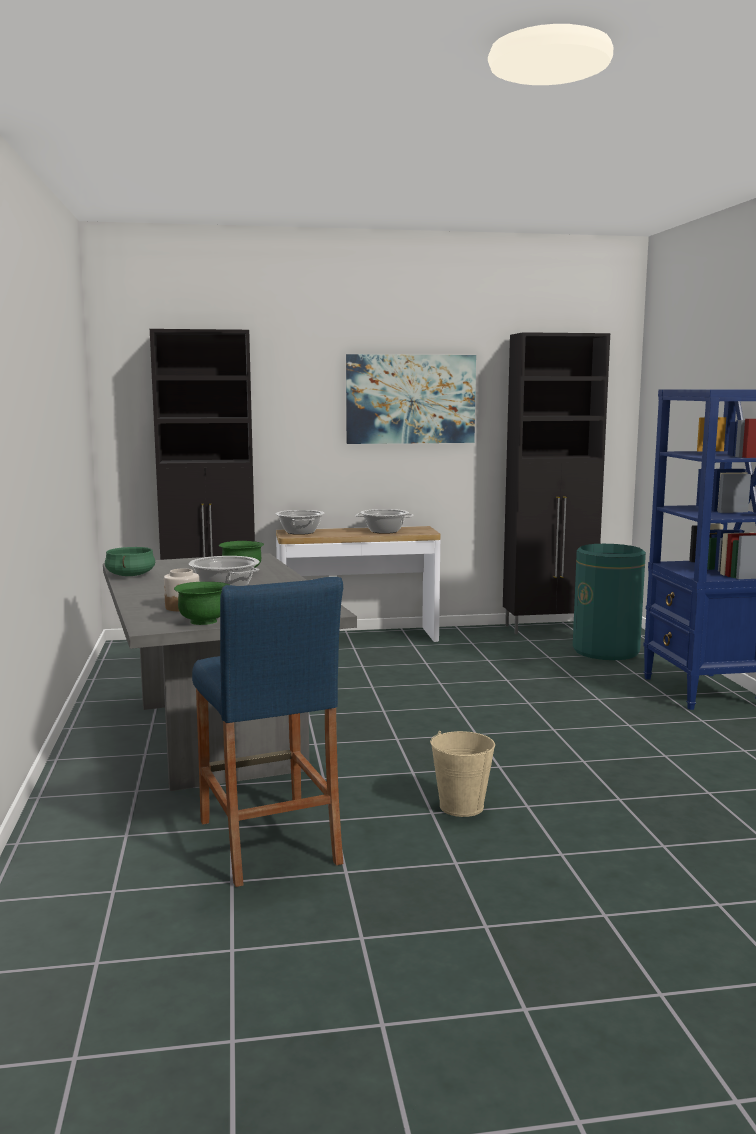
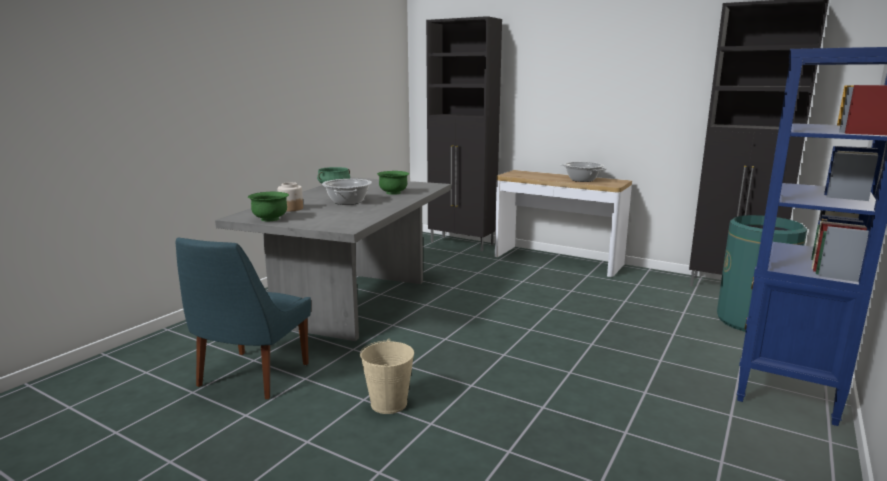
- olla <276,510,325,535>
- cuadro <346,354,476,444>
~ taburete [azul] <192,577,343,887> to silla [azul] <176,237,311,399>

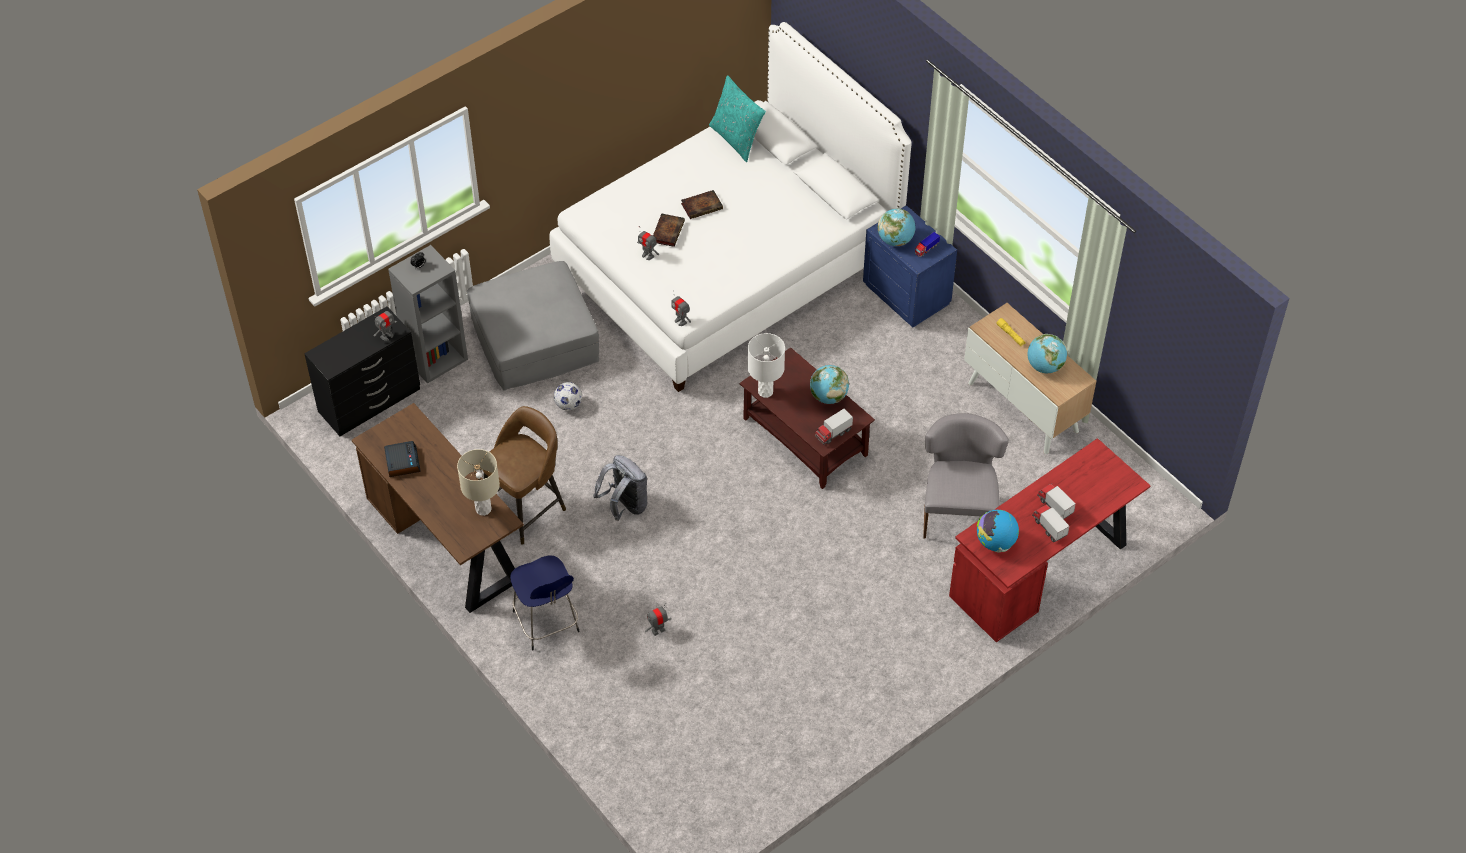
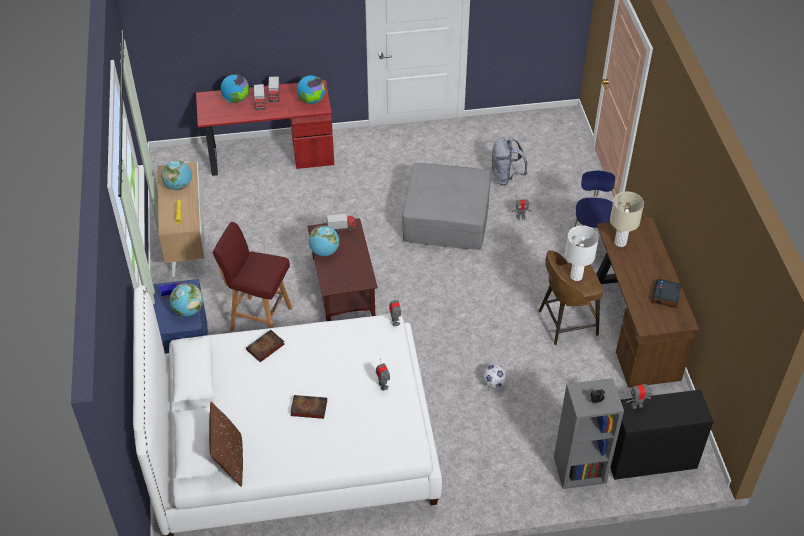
- silla [gris] <923,413,1009,539>
+ taburete [rojo] <213,222,292,331>
+ globo terráqueo <221,75,249,103>
~ puf [gris] <467,261,599,391> to <402,163,491,250>
~ mochila [gris] <593,455,647,521> to <491,137,527,185>
~ libro <653,214,685,247> to <246,330,285,362>
~ lámpara de mesa [blanco] <748,333,785,398> to <565,226,599,281>
~ cojín [turquesa] <709,75,766,162> to cojín [marrón] <209,402,243,487>

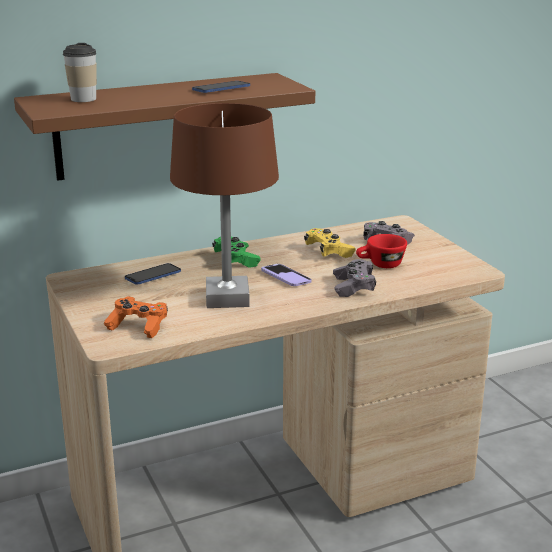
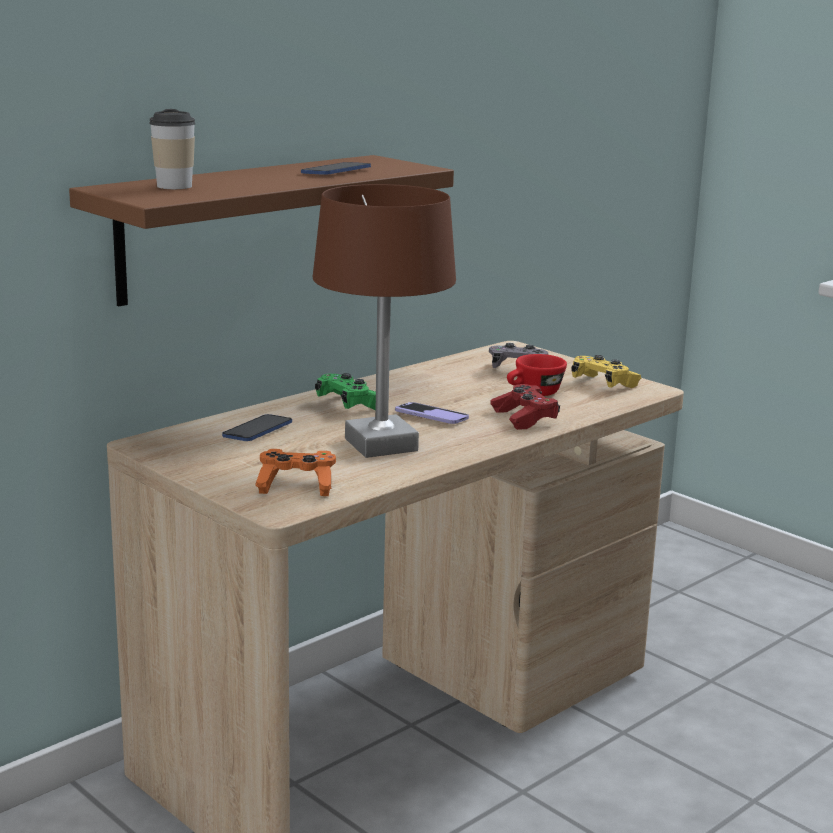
~ mando de consola [amarillo] <304,228,356,258> to <571,355,642,388>
~ mando de consola [gris] <333,259,376,297> to mando de consola [rojo] <490,384,560,430>

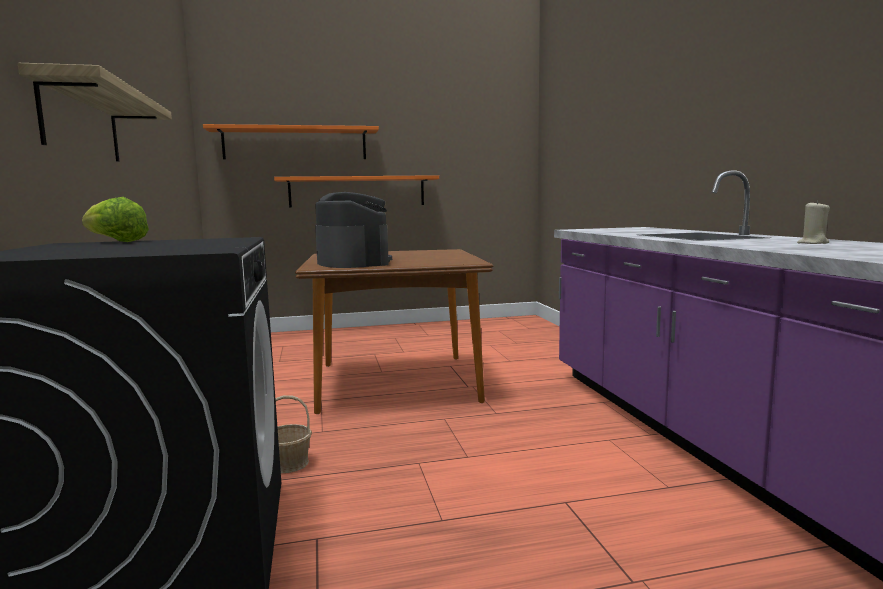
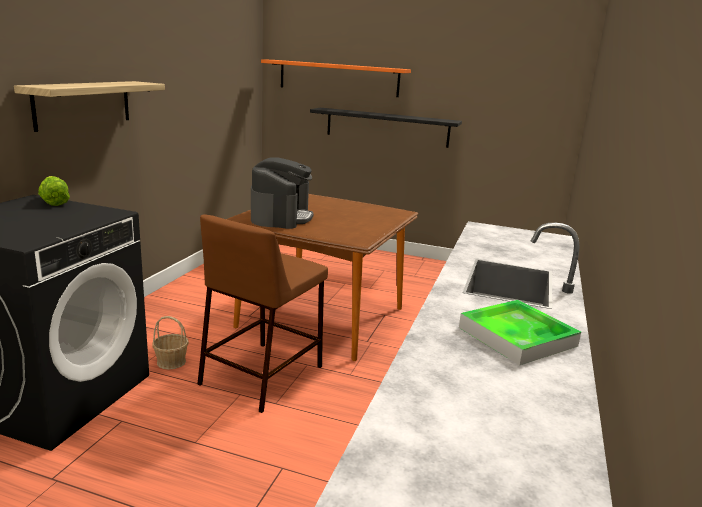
+ taburete [marrón] <197,215,328,413>
~ vela [beis] <797,200,830,244> to bandeja <459,300,581,366>
~ estante [naranja] <274,175,439,208> to estante [negro] <310,108,462,148>

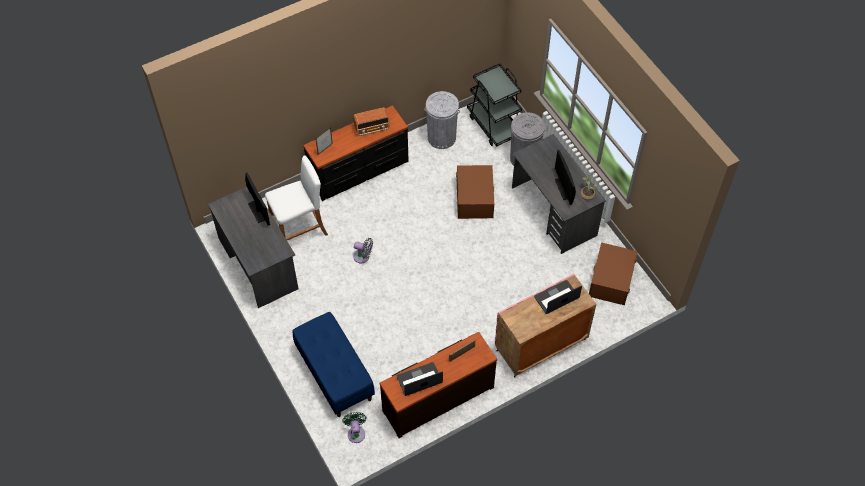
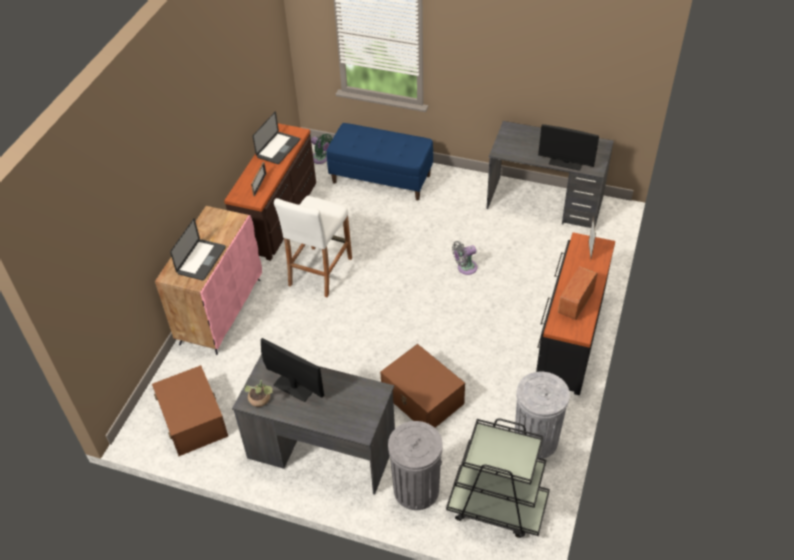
~ taburete [blanco] <265,155,328,240> to <274,196,352,297>

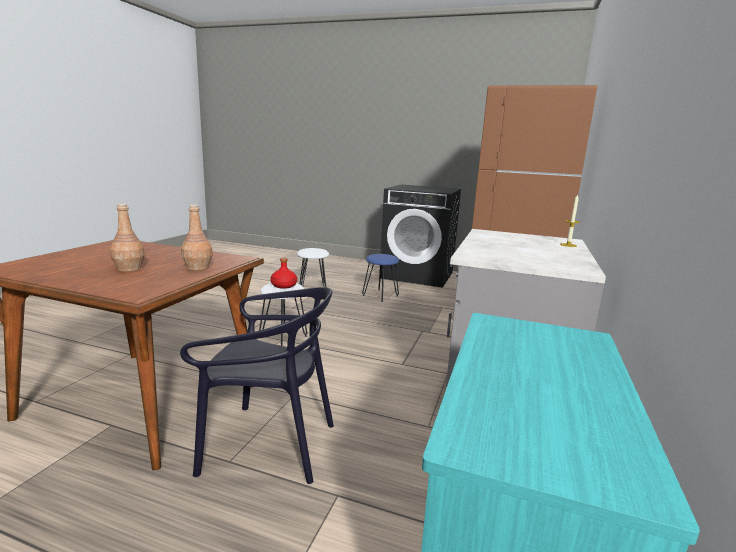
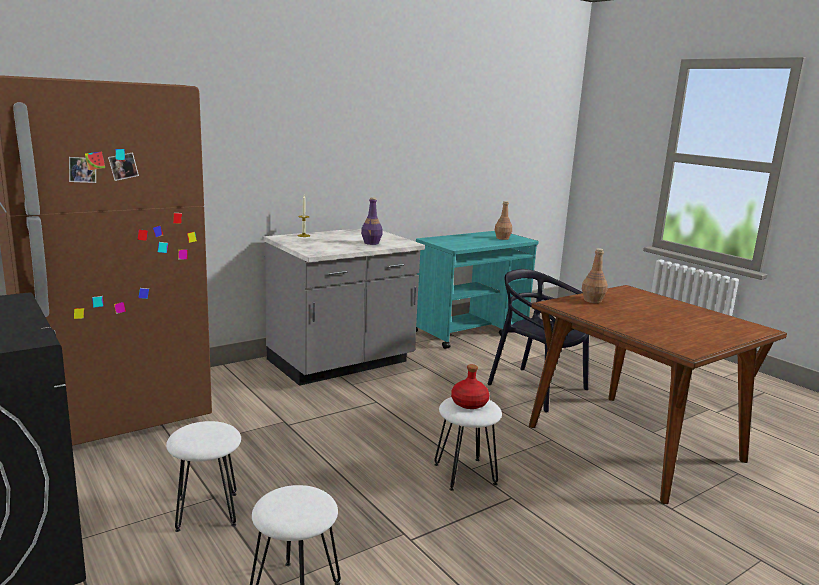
+ botella [morado] <361,197,383,245>
~ botella [marrón] <110,203,145,272> to <495,201,512,240>
~ taburete [azul] <362,254,399,302> to taburete [blanco] <166,421,241,532>

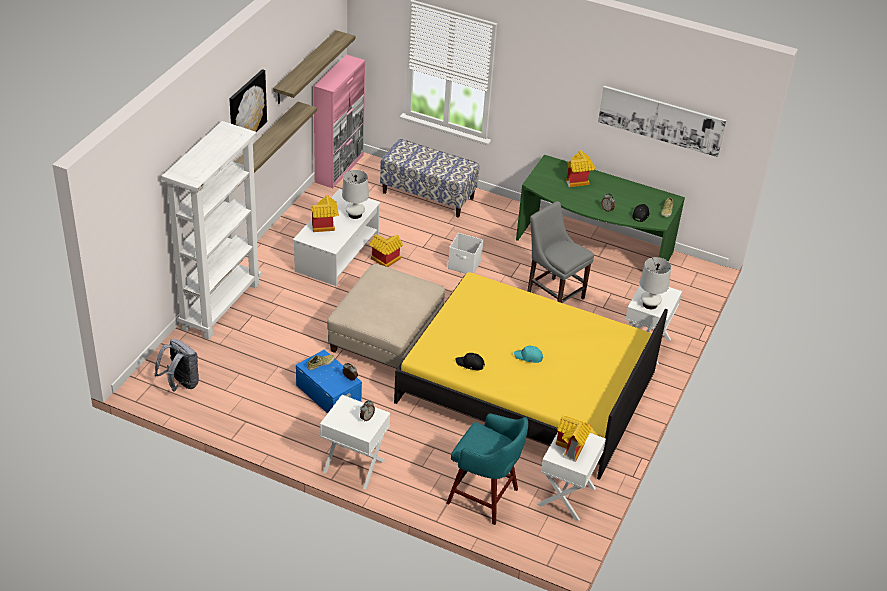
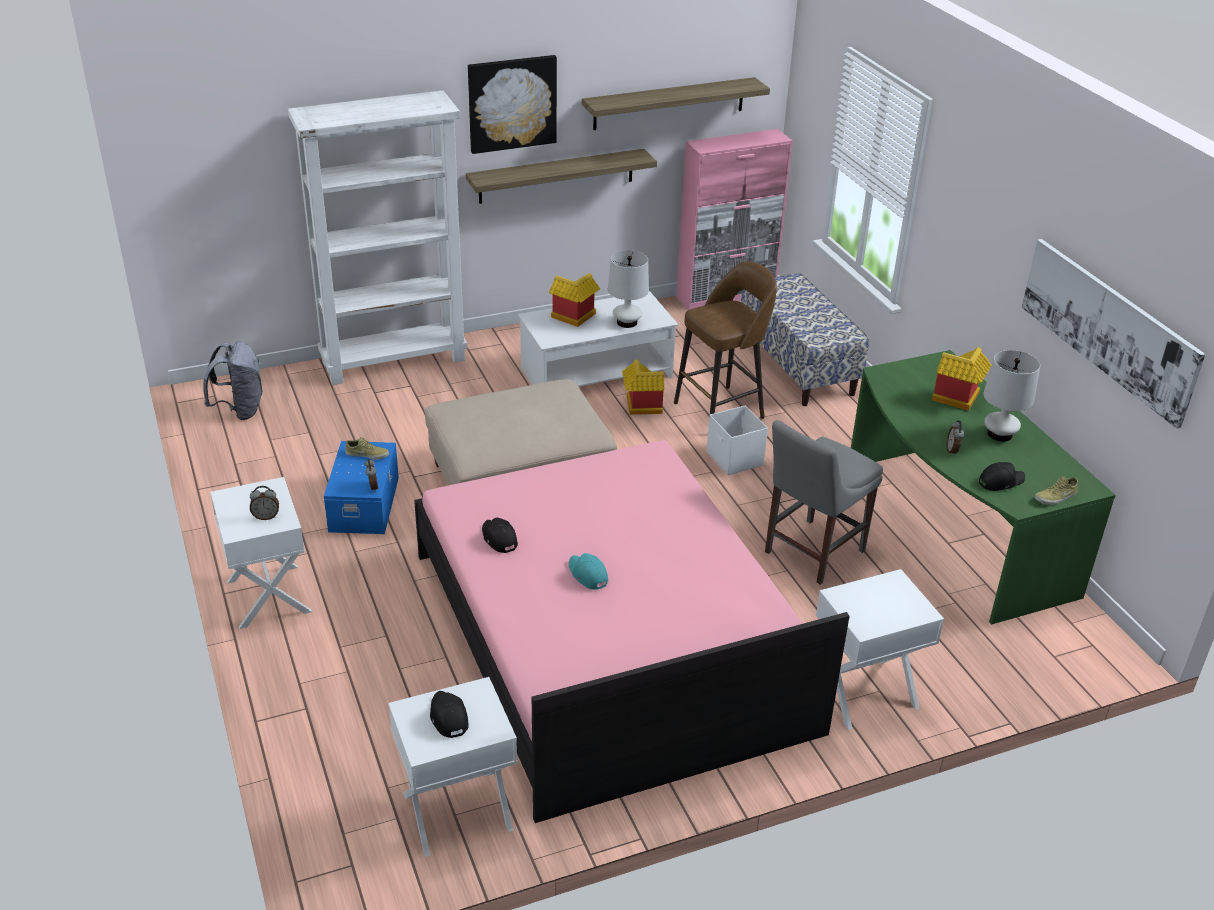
- taburete [turquesa] <446,413,528,525>
+ taburete [marrón] <674,261,777,419>
~ lámpara de mesa [blanco] <640,257,671,309> to <983,350,1040,442>
~ casita <556,416,592,462> to gorra [negro] <430,691,469,738>
~ cama [amarillo] <394,272,668,480> to cama [rosa] <414,440,850,823>
~ silla [gris] <527,201,594,303> = <765,420,883,585> 135 degrees counterclockwise

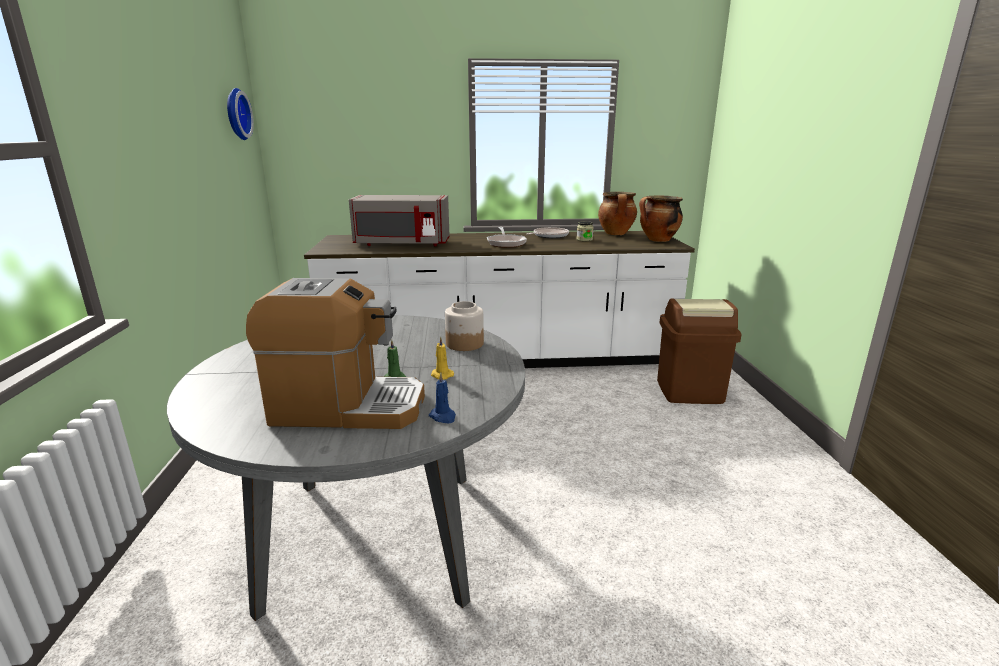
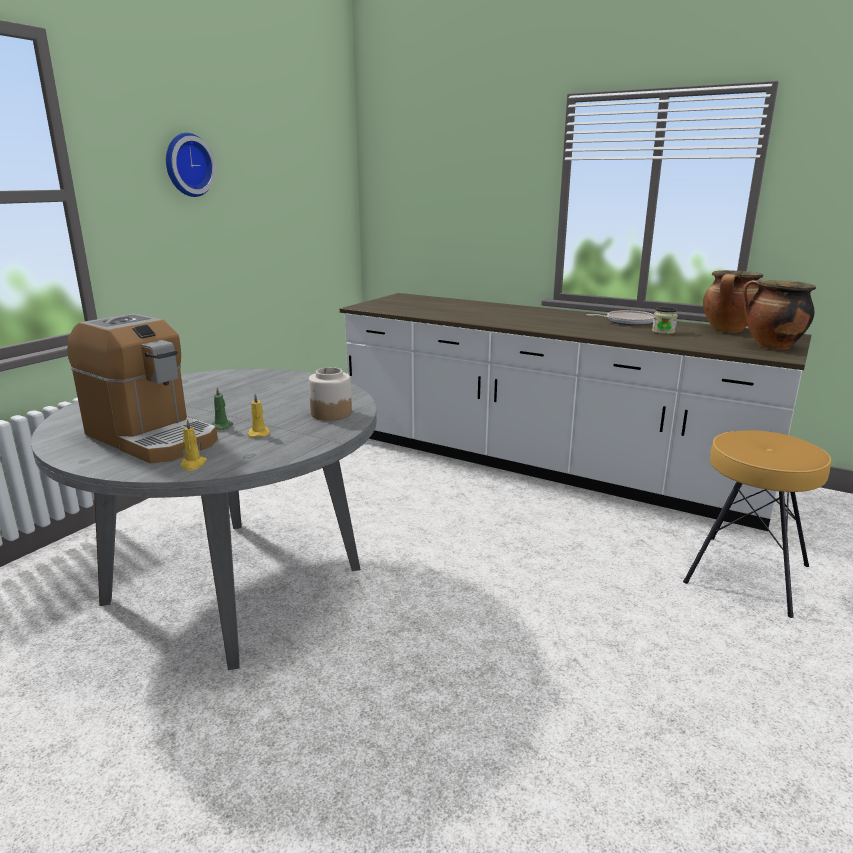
- microondas [gris] <349,195,450,246>
- sartén <487,227,527,248>
~ reloj de pared <227,88,254,140> to <166,133,216,197>
~ papelera [marrón] <657,298,742,404> to taburete [marrón] <683,430,831,618>
~ vela [azul] <429,372,456,423> to vela [amarillo] <181,419,207,471>

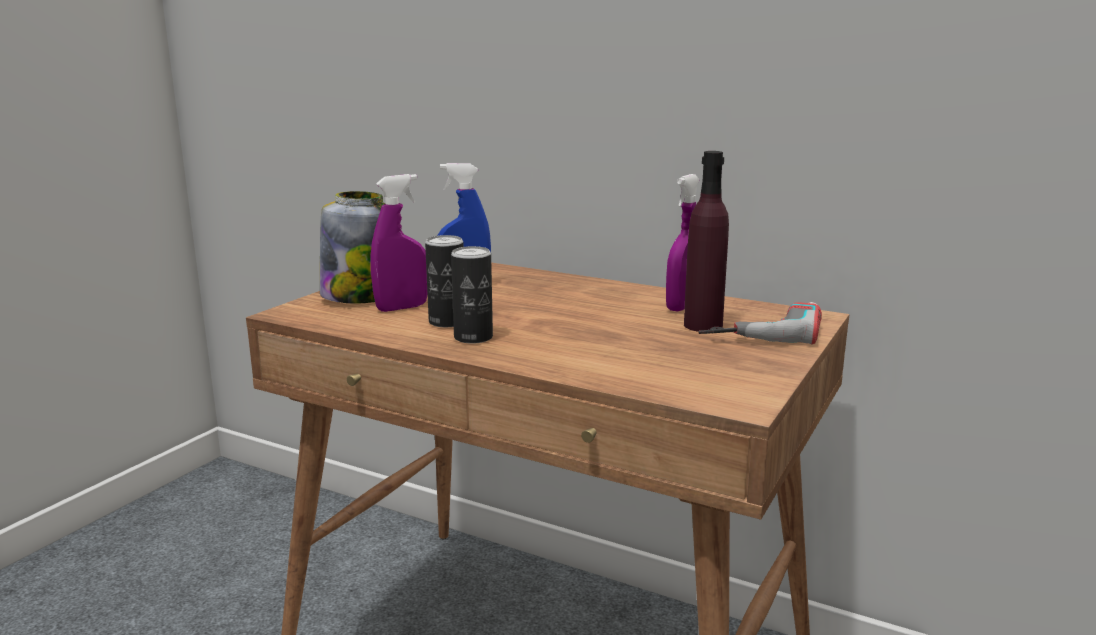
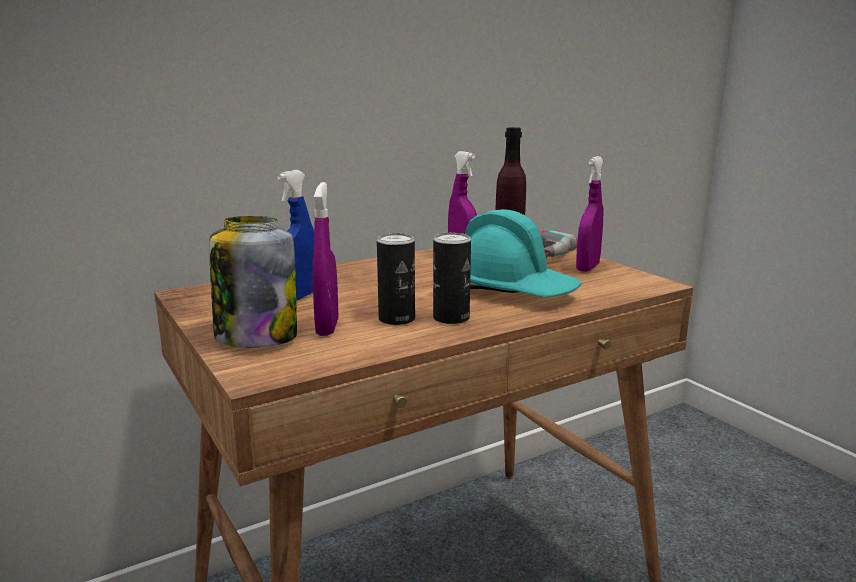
+ casco [turquesa] <465,209,582,297>
+ pulverizador [morado] <576,156,603,272>

